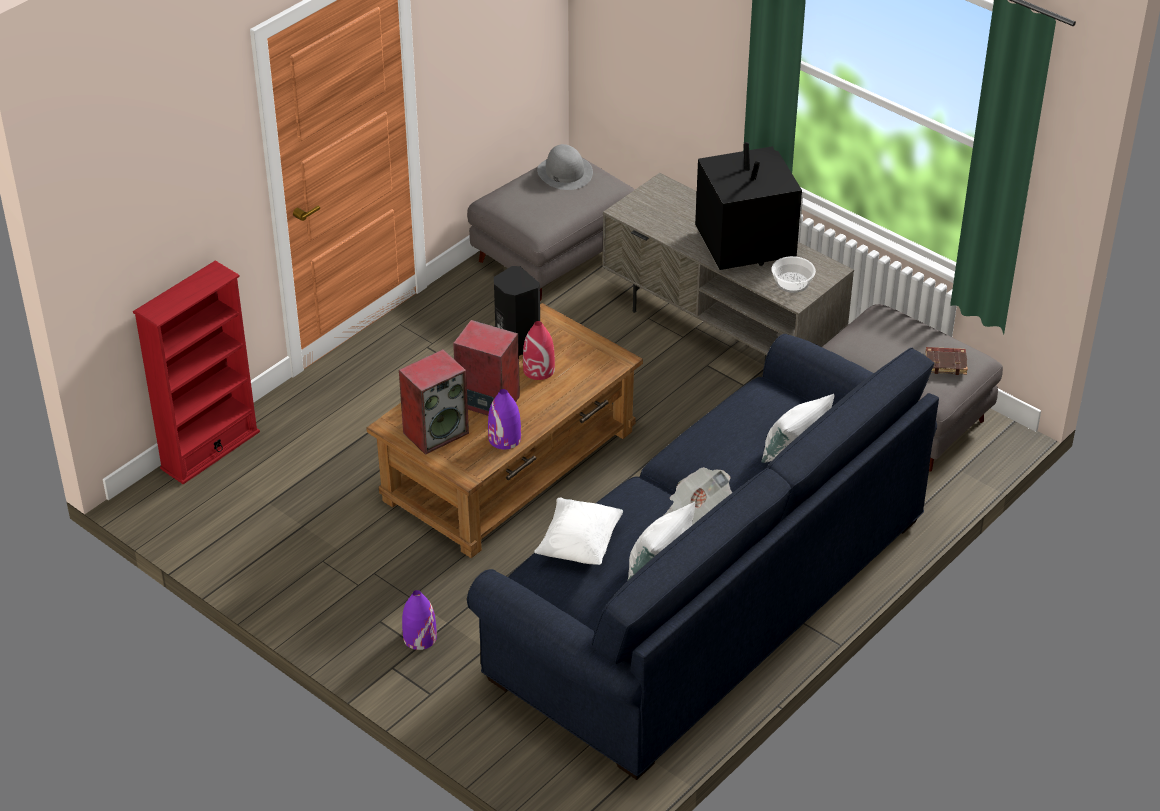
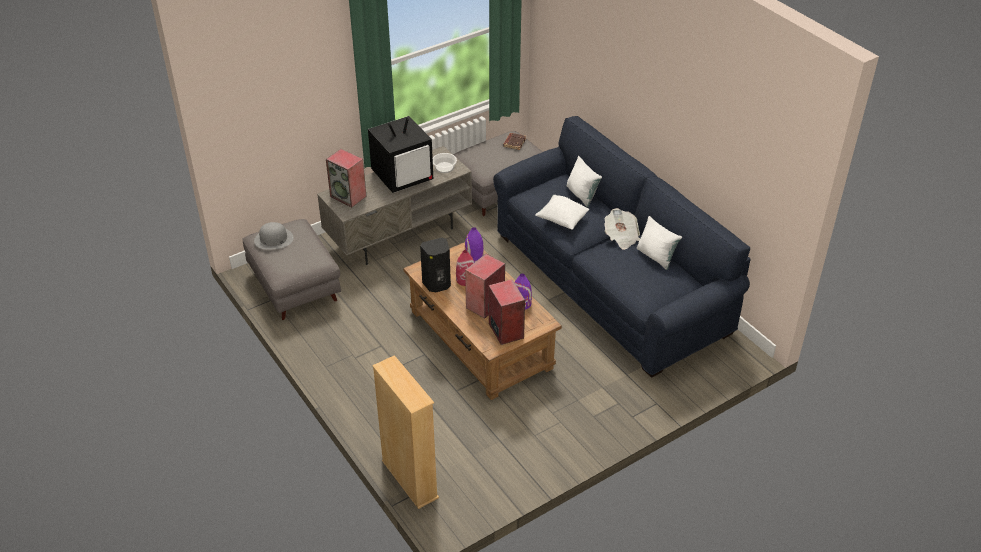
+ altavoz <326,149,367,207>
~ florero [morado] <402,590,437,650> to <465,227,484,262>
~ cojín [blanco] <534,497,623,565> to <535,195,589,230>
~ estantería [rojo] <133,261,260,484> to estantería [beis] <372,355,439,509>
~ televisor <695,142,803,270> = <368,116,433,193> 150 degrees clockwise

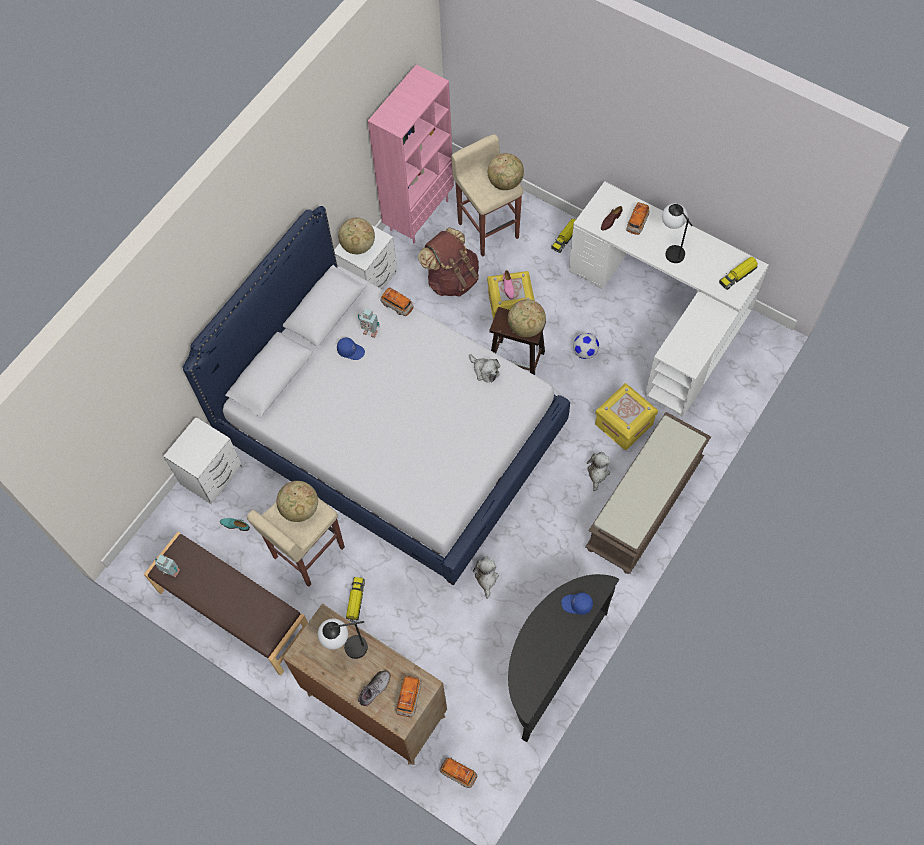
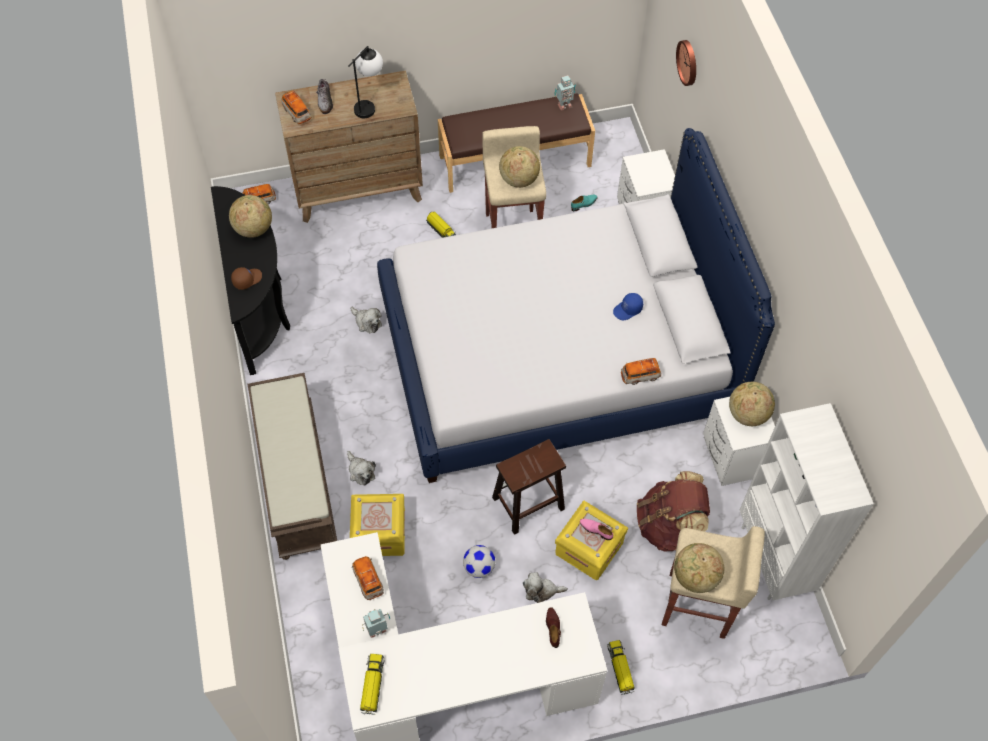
- lámpara de mesa <662,203,693,263>
+ reloj de pared <676,40,696,86>
~ robot de juguete <358,308,380,338> to <362,609,390,638>
~ peluche <469,354,500,383> to <523,572,568,603>
~ globo terráqueo <508,299,546,337> to <229,195,272,238>
~ coche de juguete <626,202,650,235> to <352,556,384,600>
~ estantería [rosa] <368,65,454,243> to estantería [blanco] <740,403,874,600>
~ gorra [azul] <561,593,593,615> to gorra [marrón] <231,267,262,290>

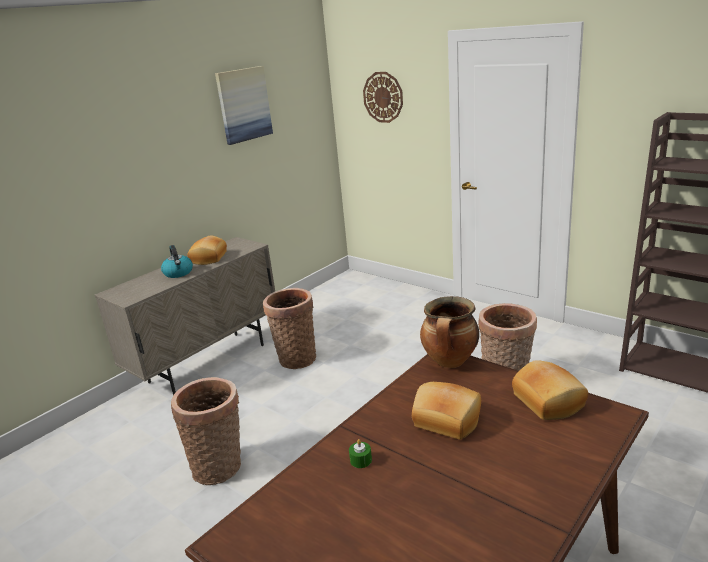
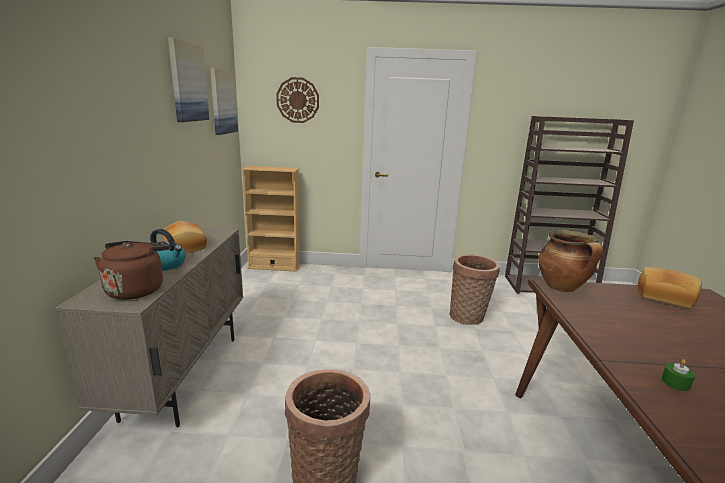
- cesta <263,288,316,369>
- pan <412,382,481,440>
+ hervidor [marrón] <94,241,169,300>
+ cuadro <210,68,238,135>
+ estantería [beis] <241,166,301,272>

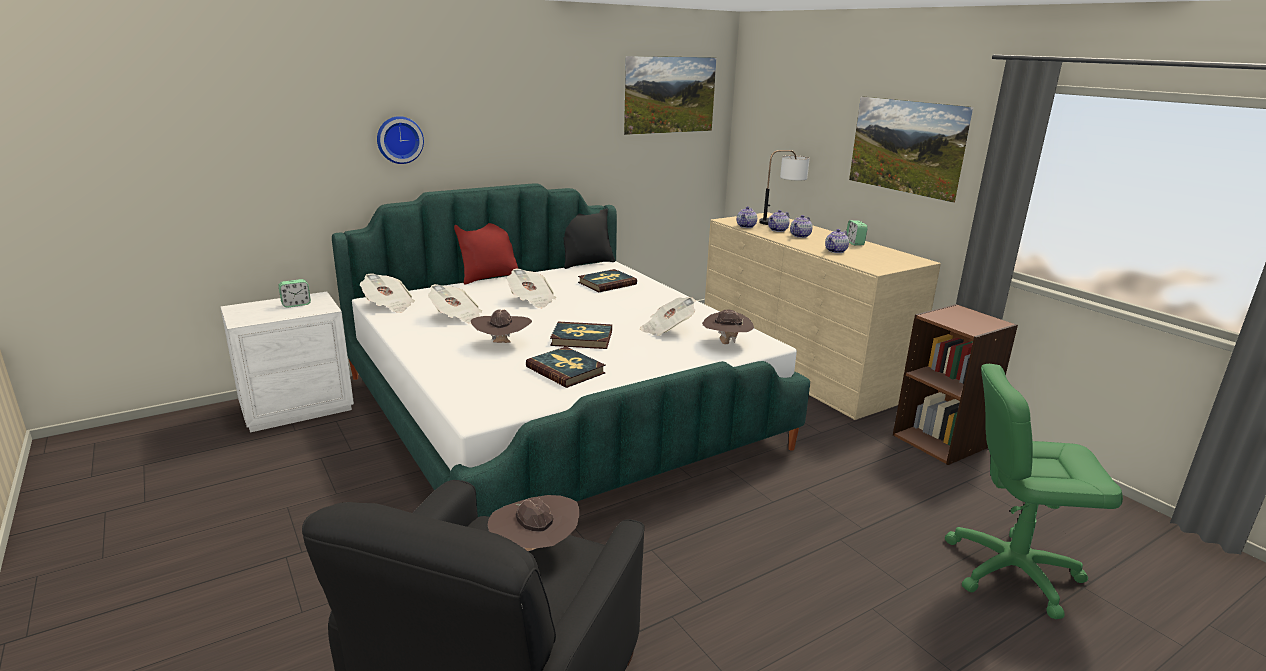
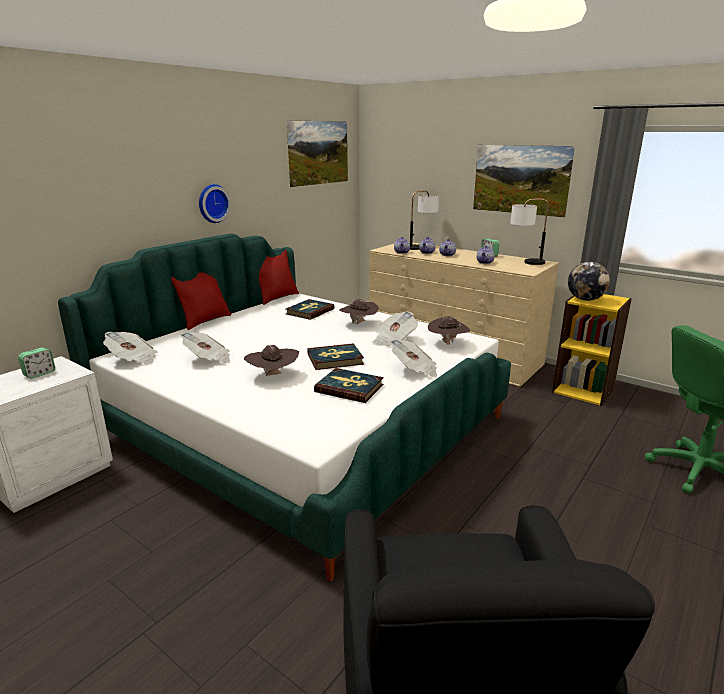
+ lámpara de mesa <510,199,548,265>
+ globo terráqueo <568,262,610,301>
~ reloj de pared <377,116,424,164> to <199,184,231,223>
~ sombrero [marrón] <488,495,579,551> to <339,299,379,324>
~ periódico <507,269,556,308> to <390,339,437,378>
~ cojín [negro] <564,209,615,269> to cojín [rojo] <259,250,299,305>
~ estantería [marrón] <893,304,1018,465> to estantería [amarillo] <552,294,632,406>

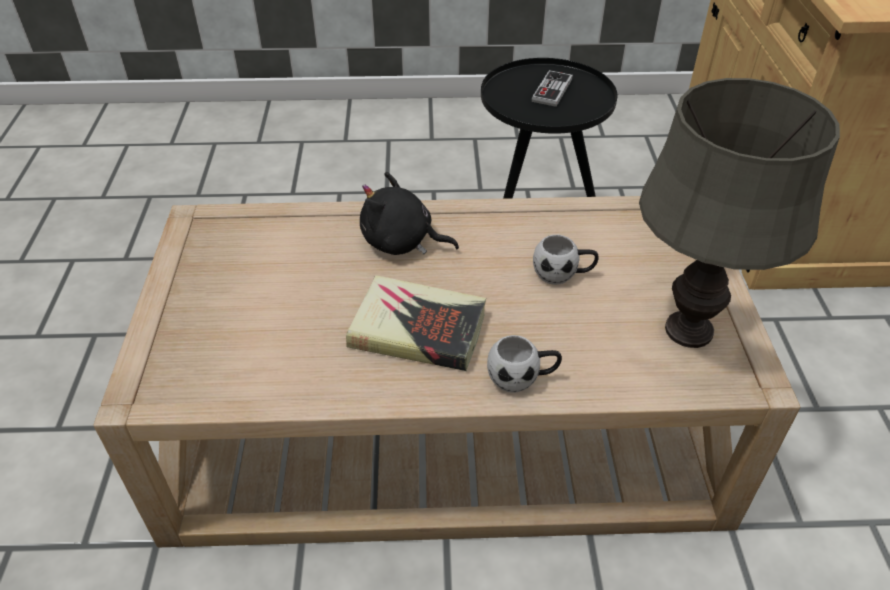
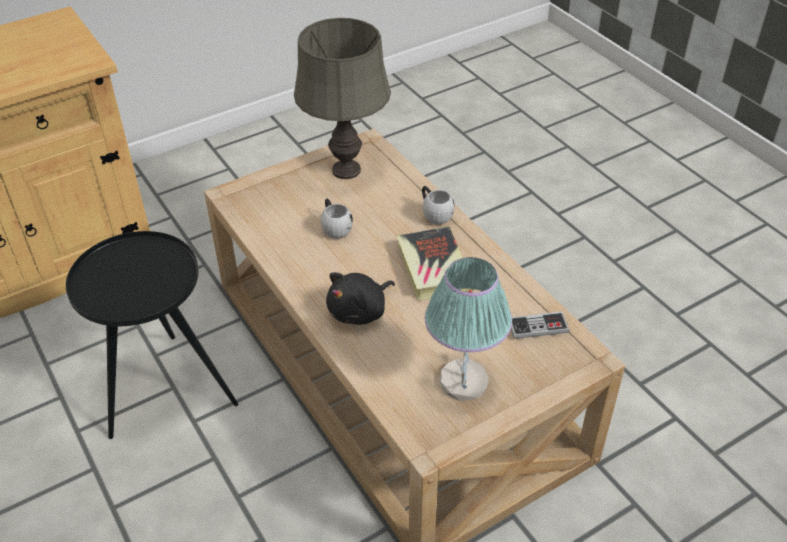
+ lámpara de mesa <425,257,512,401>
~ mando de consola <532,70,573,107> to <511,311,570,339>
~ peluche [negro] <360,172,459,255> = <326,272,395,325> 60 degrees clockwise

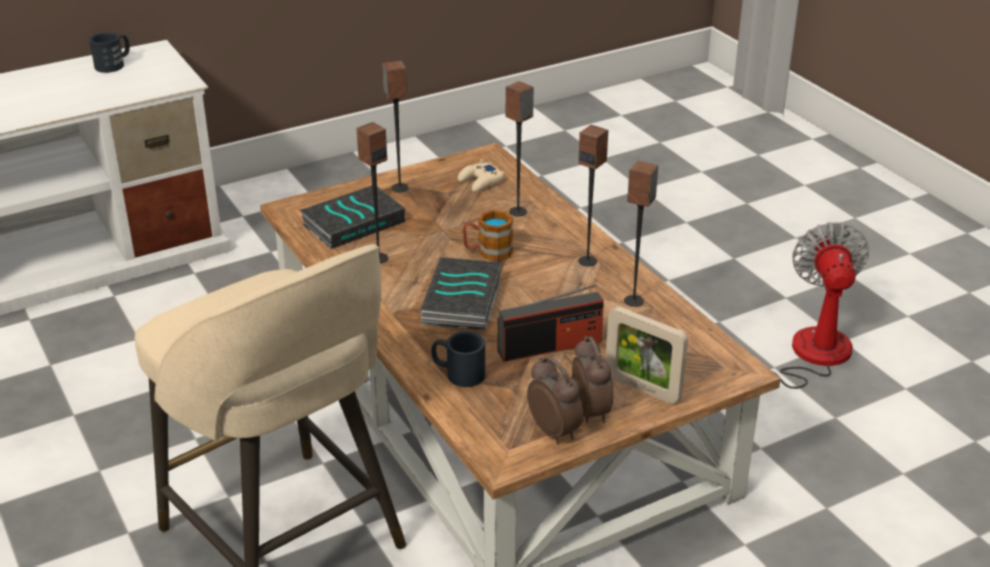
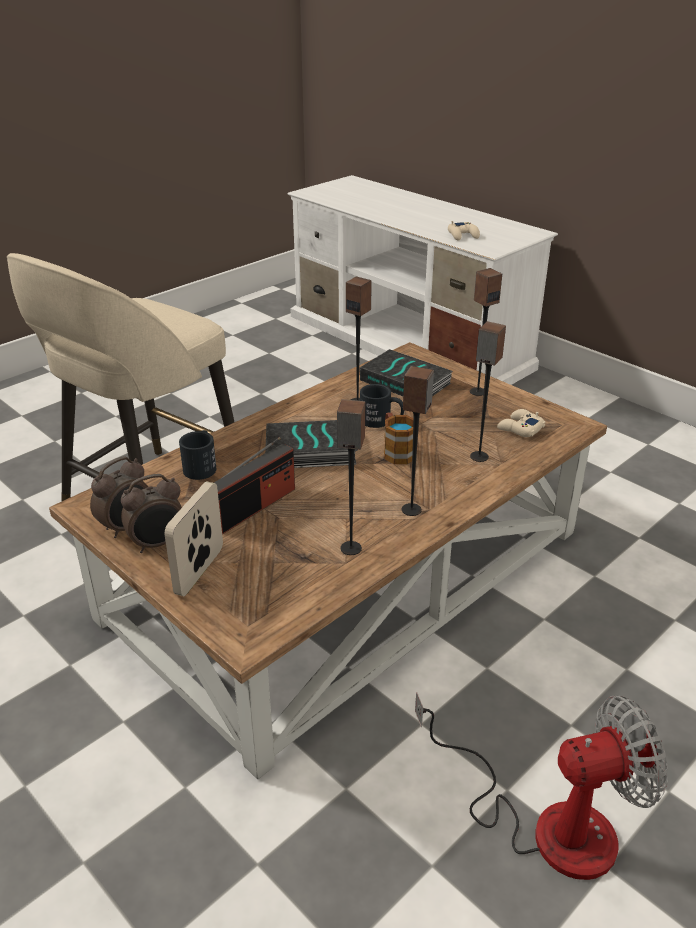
+ mando de consola [beis] <448,221,480,240>
~ taza grande [negro] <89,32,130,73> to <360,384,404,428>
~ radio <498,284,604,362> = <214,437,295,534> 105 degrees counterclockwise

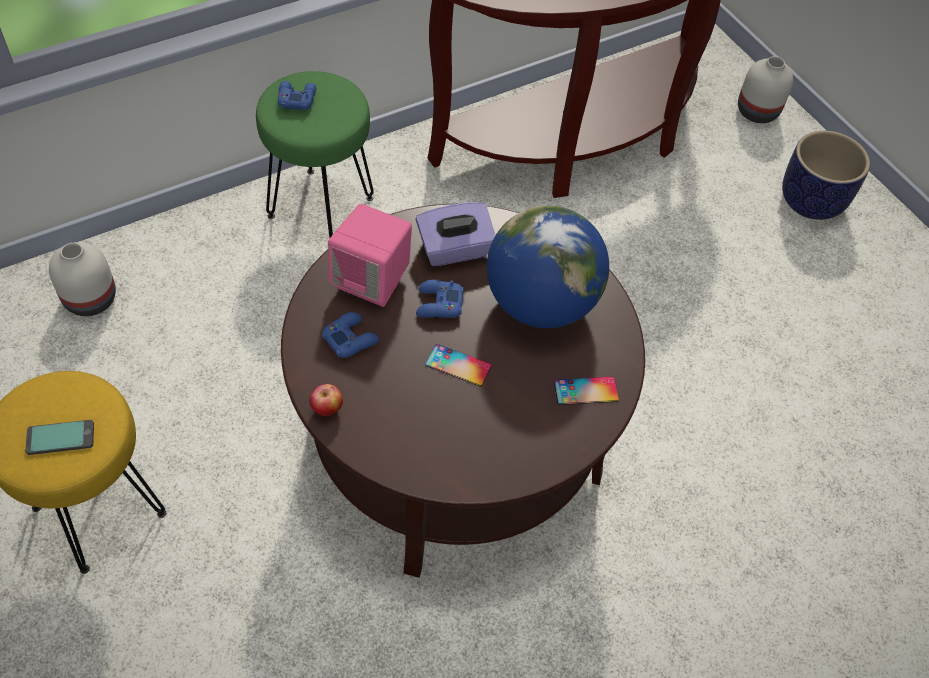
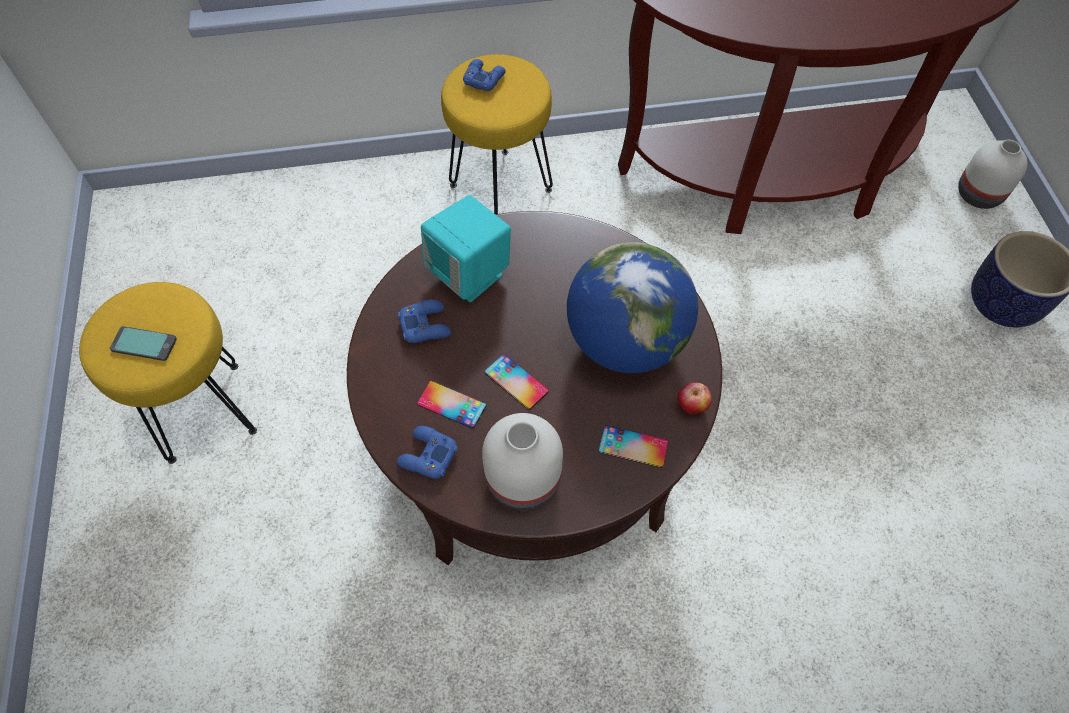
- caja de pañuelos [morado] <416,202,495,266>
+ móvil <417,381,486,428>
~ florero [blanco] <49,242,116,316> to <482,413,563,510>
~ manzana <309,384,343,417> to <678,382,712,414>
~ mando de consola [azul] <416,280,463,318> to <397,426,458,479>
~ taburete [verde] <256,71,374,238> to taburete [amarillo] <441,54,553,214>
~ altavoz [rosa] <328,204,412,307> to altavoz [turquesa] <421,195,511,302>

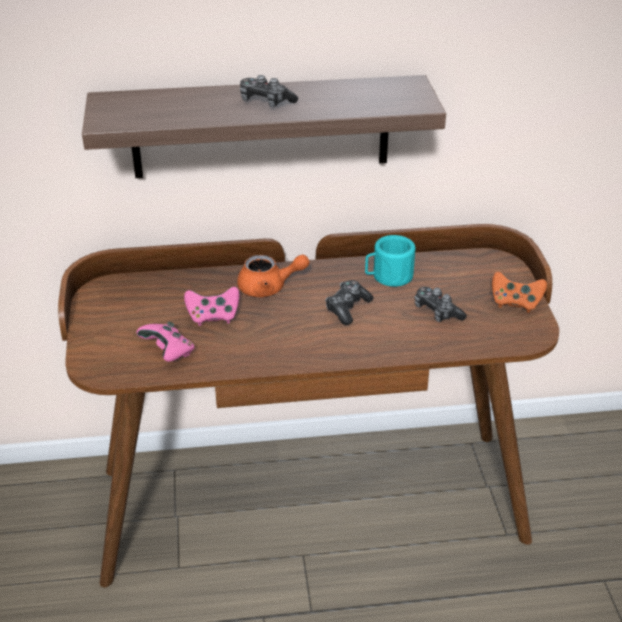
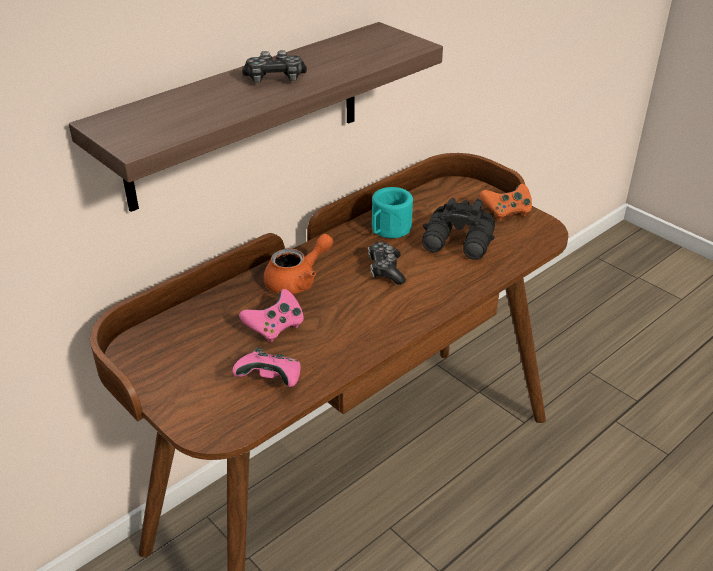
~ mando de consola <414,287,467,322> to prismáticos [negro] <422,198,495,260>

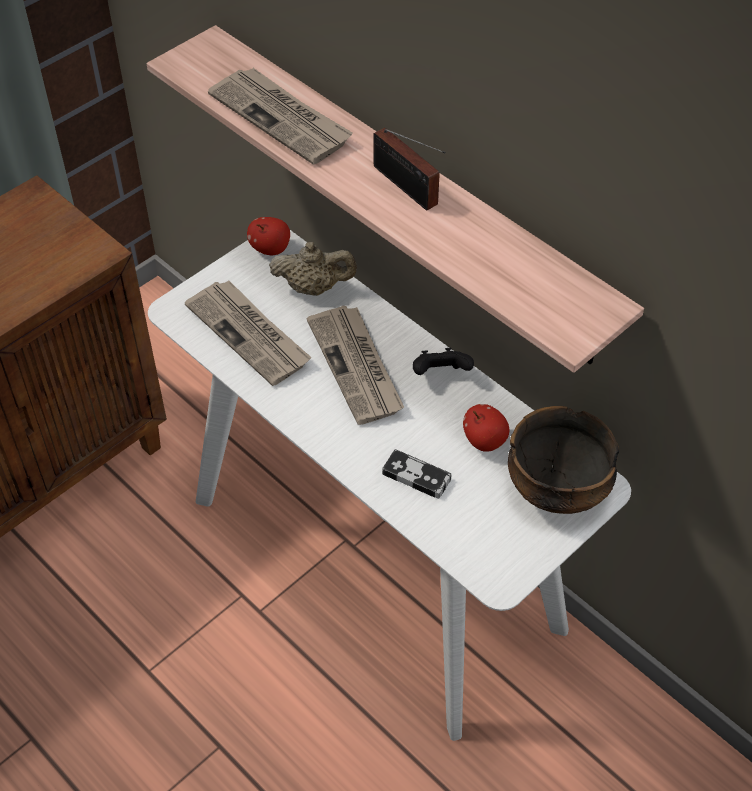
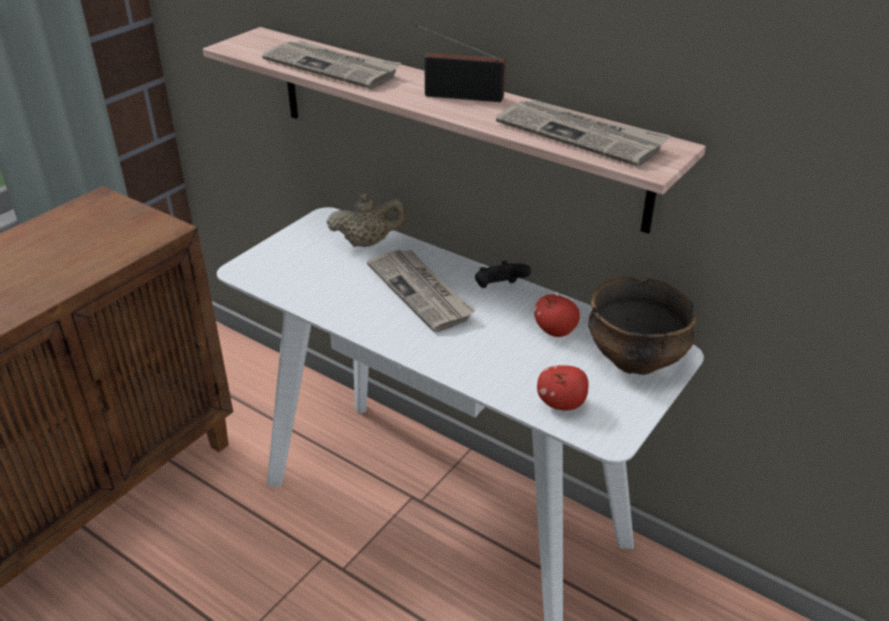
- mando de consola <382,449,452,499>
~ periódico <185,280,312,386> to <496,99,671,166>
~ manzana <247,217,290,255> to <537,365,589,410>
~ radio <373,128,446,210> = <415,24,505,102> 150 degrees clockwise

